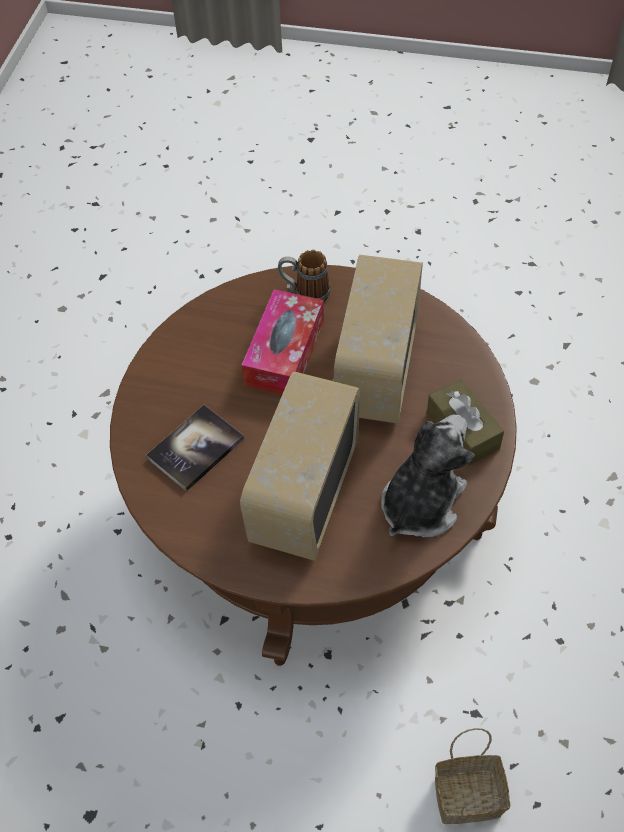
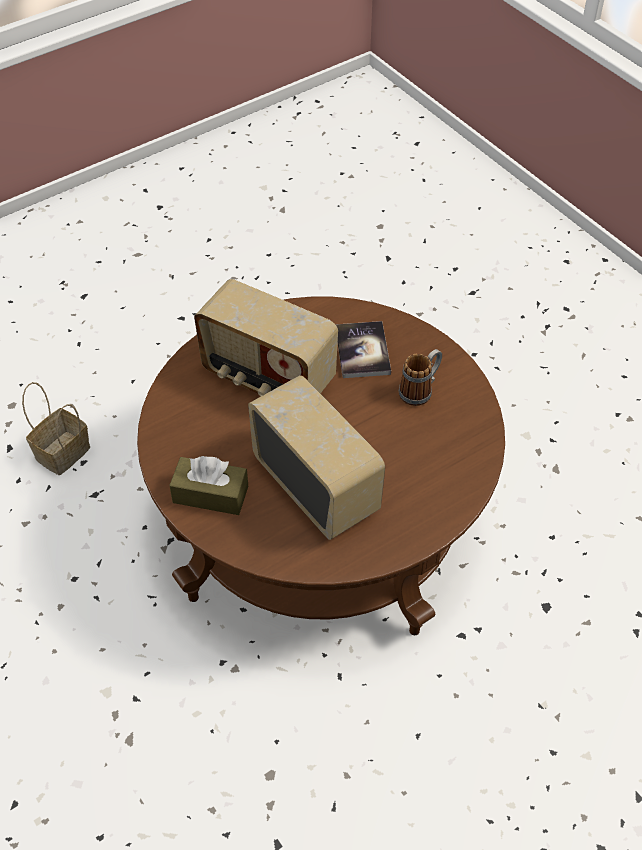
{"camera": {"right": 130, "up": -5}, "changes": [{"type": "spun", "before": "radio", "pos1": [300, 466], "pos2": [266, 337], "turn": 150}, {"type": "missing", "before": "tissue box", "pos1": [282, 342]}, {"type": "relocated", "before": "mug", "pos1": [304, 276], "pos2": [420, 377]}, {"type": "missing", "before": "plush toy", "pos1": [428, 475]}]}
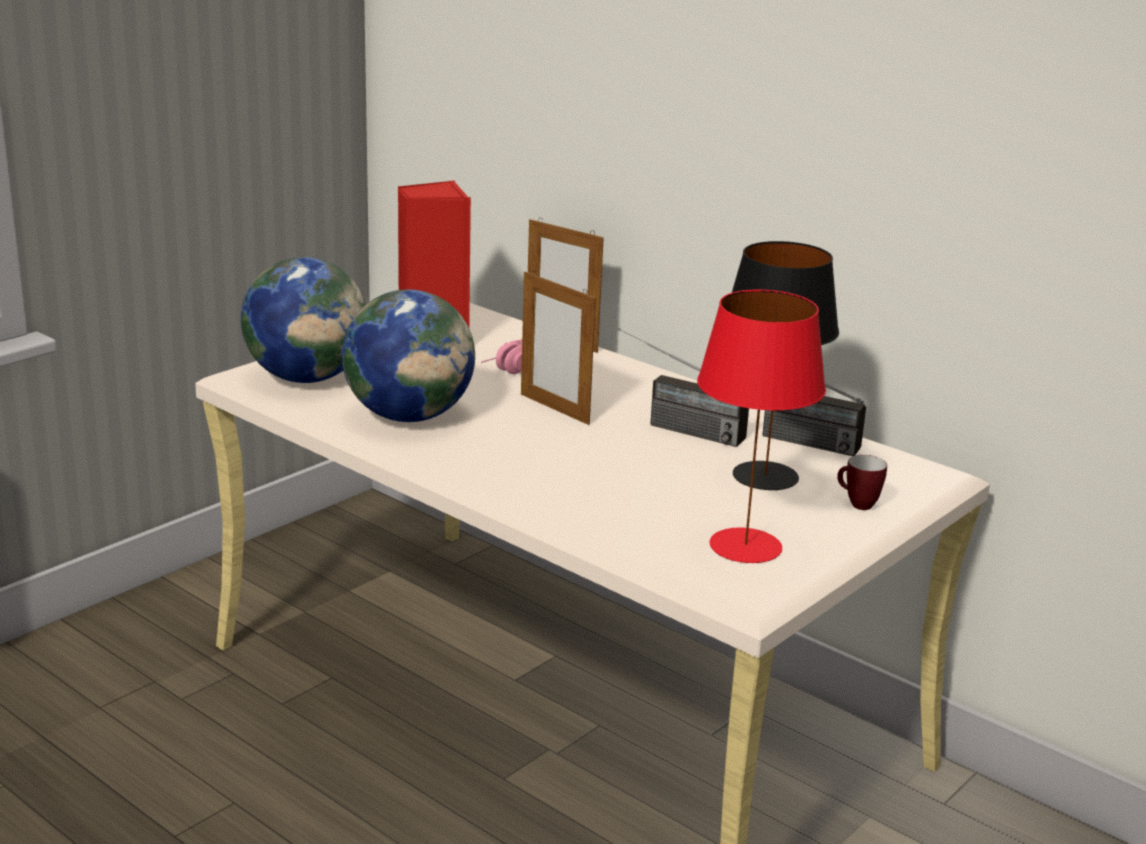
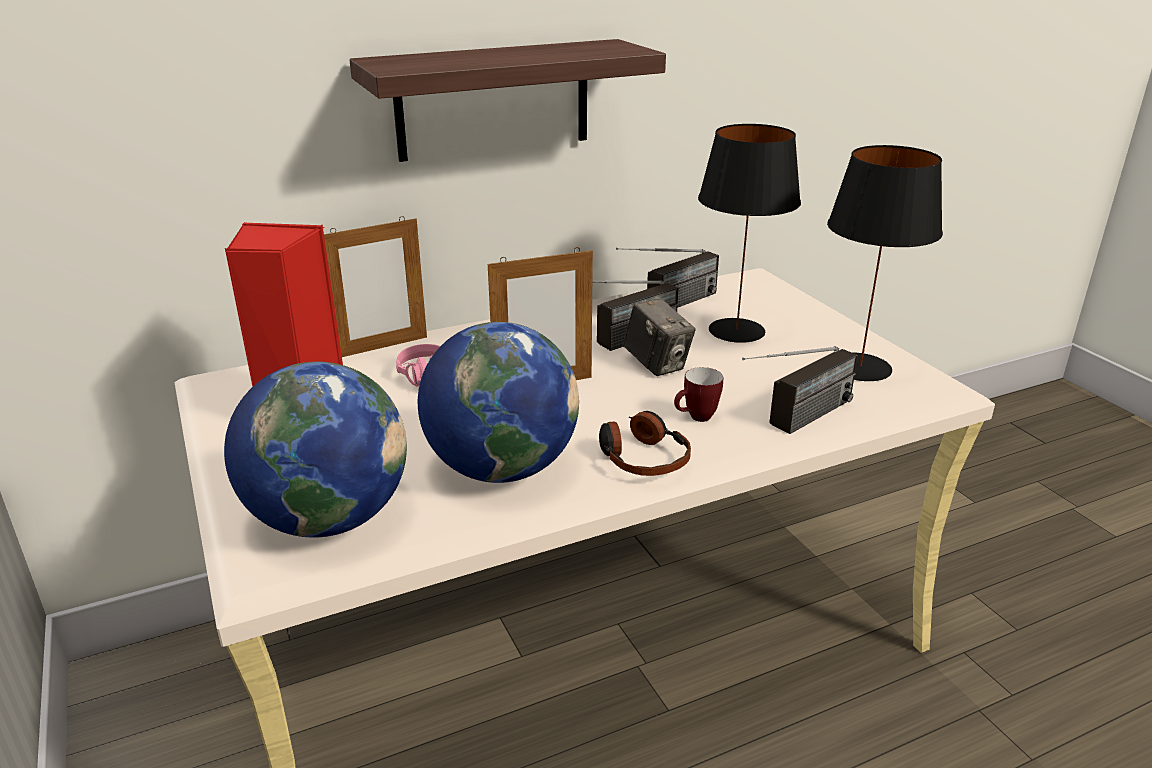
{"camera": {"right": -65, "up": 5}, "changes": [{"type": "colour", "before": "table lamp/red-coloured", "after": "table lamp/black", "pos1": [761, 426], "pos2": [885, 263]}, {"type": "relocated", "before": "mug", "pos1": [862, 482], "pos2": [698, 394]}, {"type": "appeared", "after": "bracket shelf", "pos2": [508, 100]}, {"type": "appeared", "after": "headphones", "pos2": [645, 443]}, {"type": "appeared", "after": "photo camera", "pos2": [659, 337]}, {"type": "appeared", "after": "radio", "pos2": [800, 390]}]}
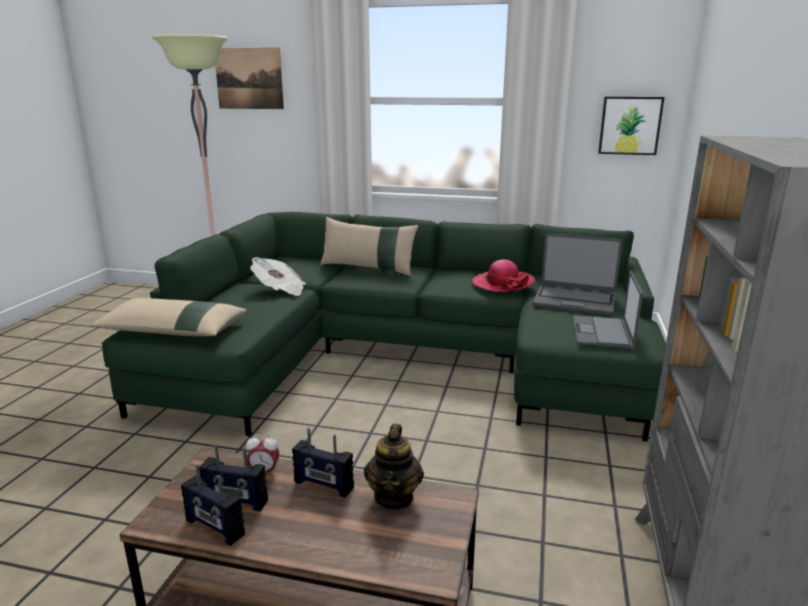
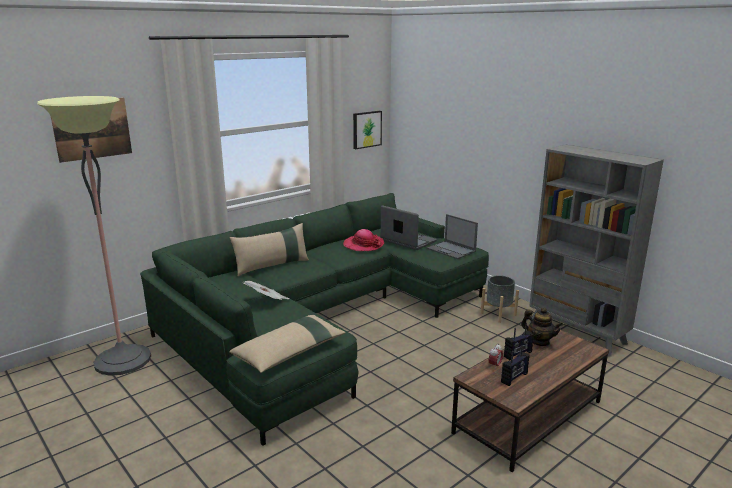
{"camera": {"right": -55, "up": 0}, "changes": [{"type": "missing", "before": "radio", "pos1": [213, 505]}, {"type": "spun", "before": "portable computer", "pos1": [577, 274], "pos2": [409, 227], "turn": -105}, {"type": "appeared", "after": "flower pot/greyish", "pos2": [500, 299]}]}
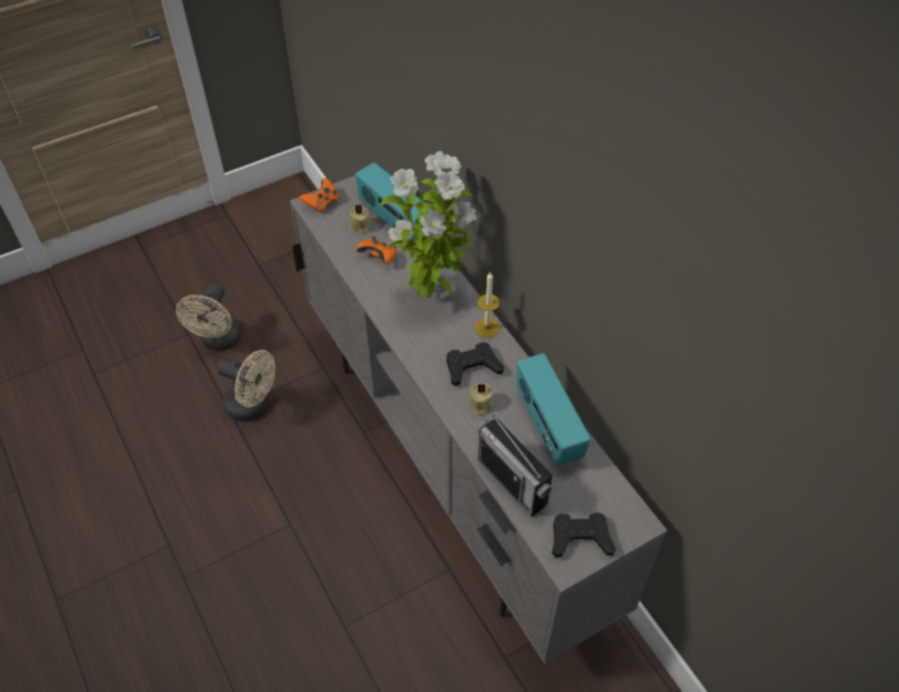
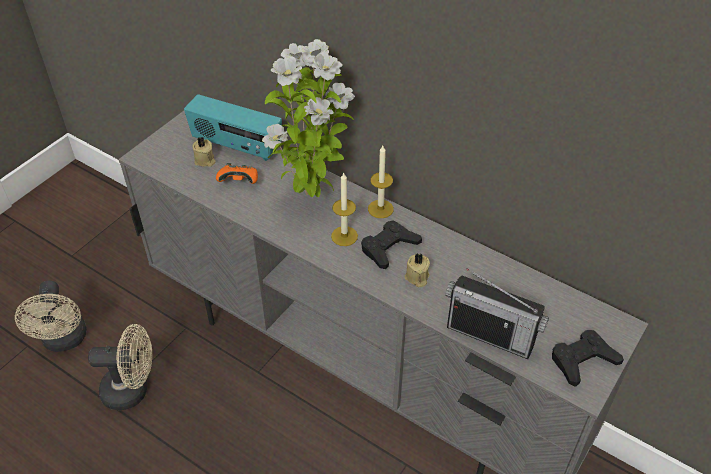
{"camera": {"right": -25, "up": -5}, "changes": [{"type": "missing", "before": "joypad/orangey", "pos1": [319, 195]}, {"type": "missing", "before": "radio", "pos1": [554, 409]}, {"type": "appeared", "after": "wax candle", "pos2": [344, 209]}]}
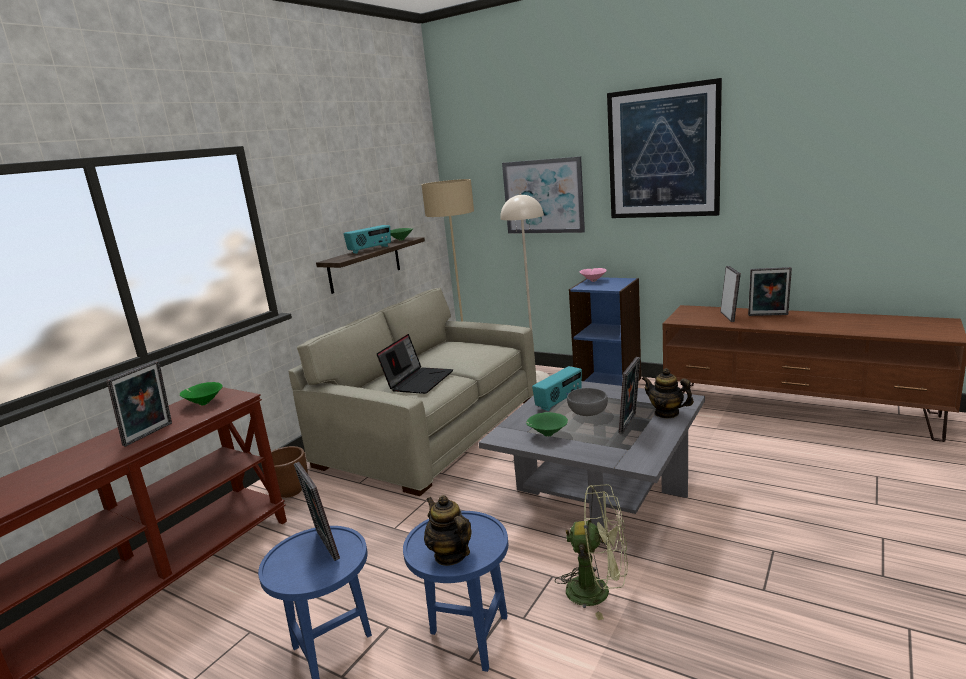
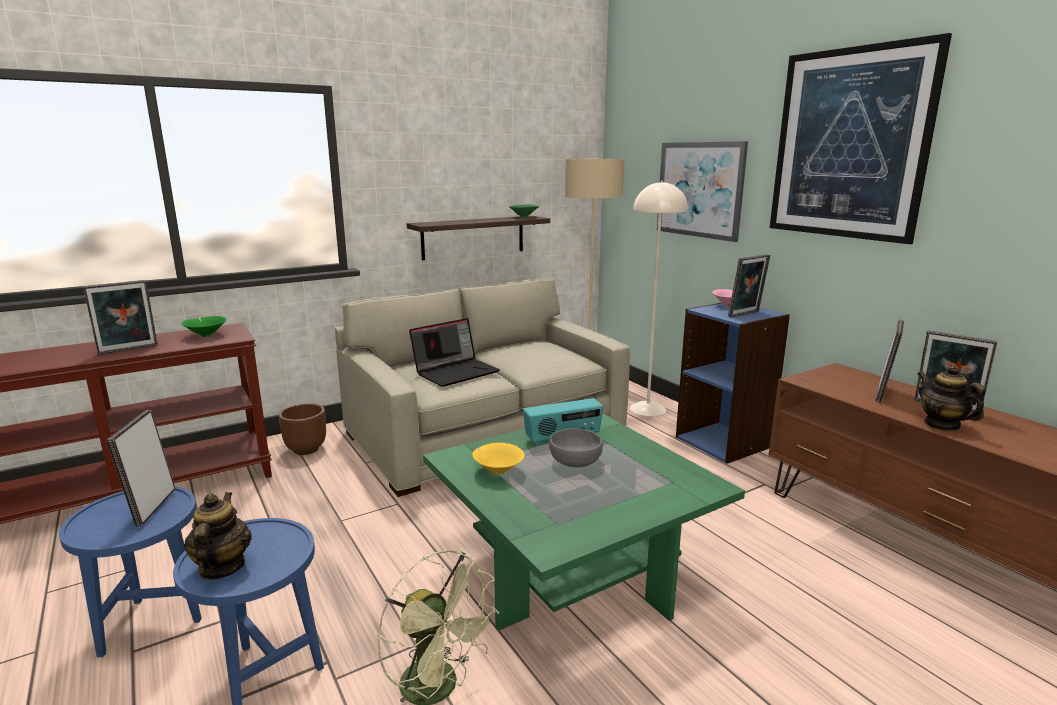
{"camera": {"right": 25, "up": 0}, "changes": [{"type": "missing", "before": "radio", "pos1": [367, 239]}, {"type": "colour", "before": "low table/greyish", "after": "low table/greenish", "pos1": [591, 455], "pos2": [584, 522]}, {"type": "colour", "before": "deep dish/greenish", "after": "deep dish/yellowish", "pos1": [547, 424], "pos2": [498, 459]}, {"type": "relocated", "before": "standing frame", "pos1": [629, 395], "pos2": [749, 286]}, {"type": "relocated", "before": "pot for tea", "pos1": [668, 393], "pos2": [952, 398]}]}
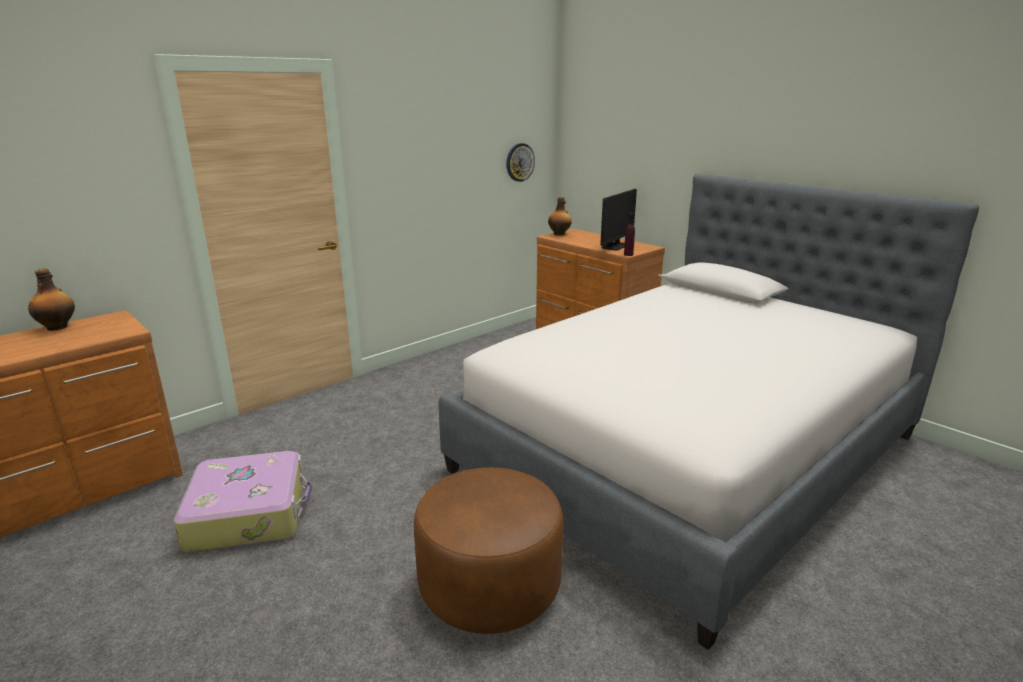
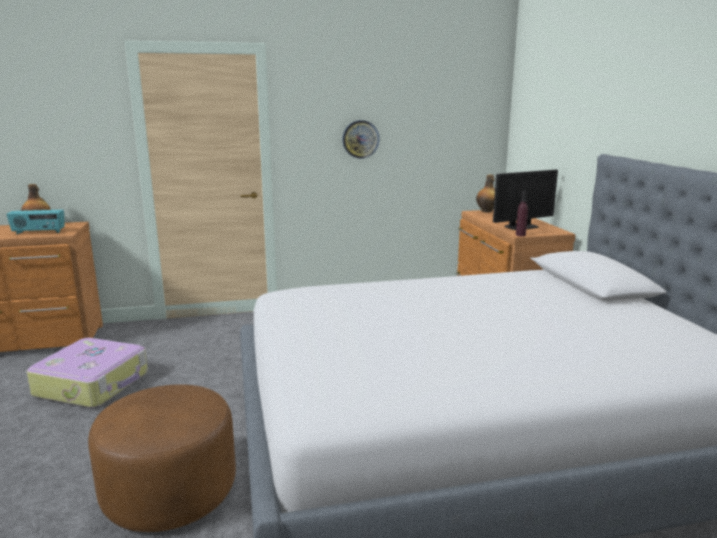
{"camera": {"right": 30, "up": -5}, "changes": [{"type": "relocated", "before": "clock on the wall", "pos1": [520, 162], "pos2": [361, 139]}, {"type": "appeared", "after": "radio", "pos2": [35, 222]}]}
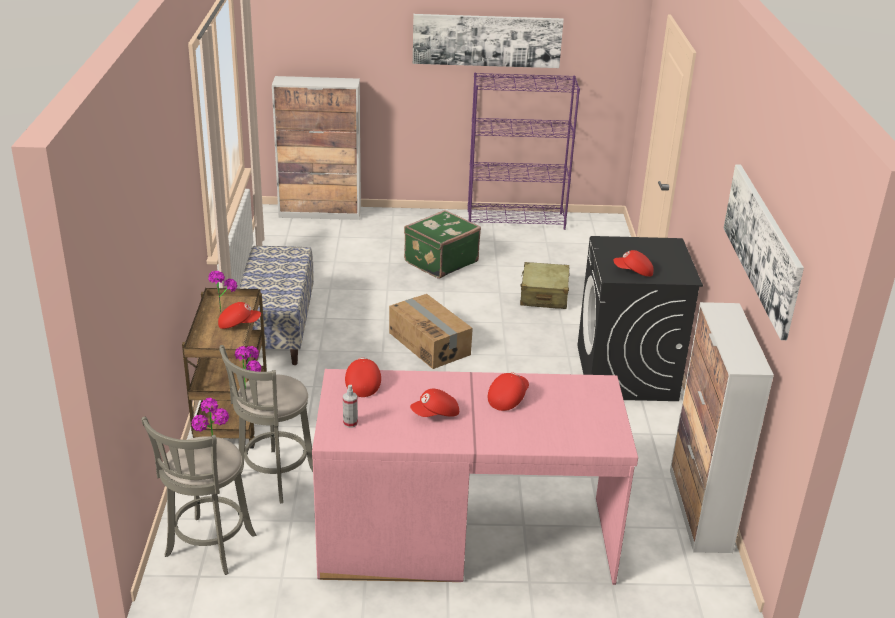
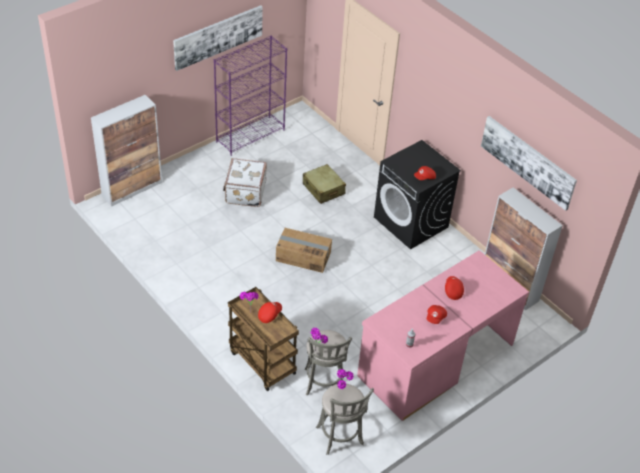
{"camera": {"right": -40, "up": 15}, "changes": [{"type": "missing", "before": "bench", "pos1": [276, 305]}, {"type": "missing", "before": "peaked cap/red-coloured", "pos1": [363, 377]}, {"type": "colour", "before": "travel case/greenish", "after": "travel case/white-coloured", "pos1": [442, 244], "pos2": [245, 182]}]}
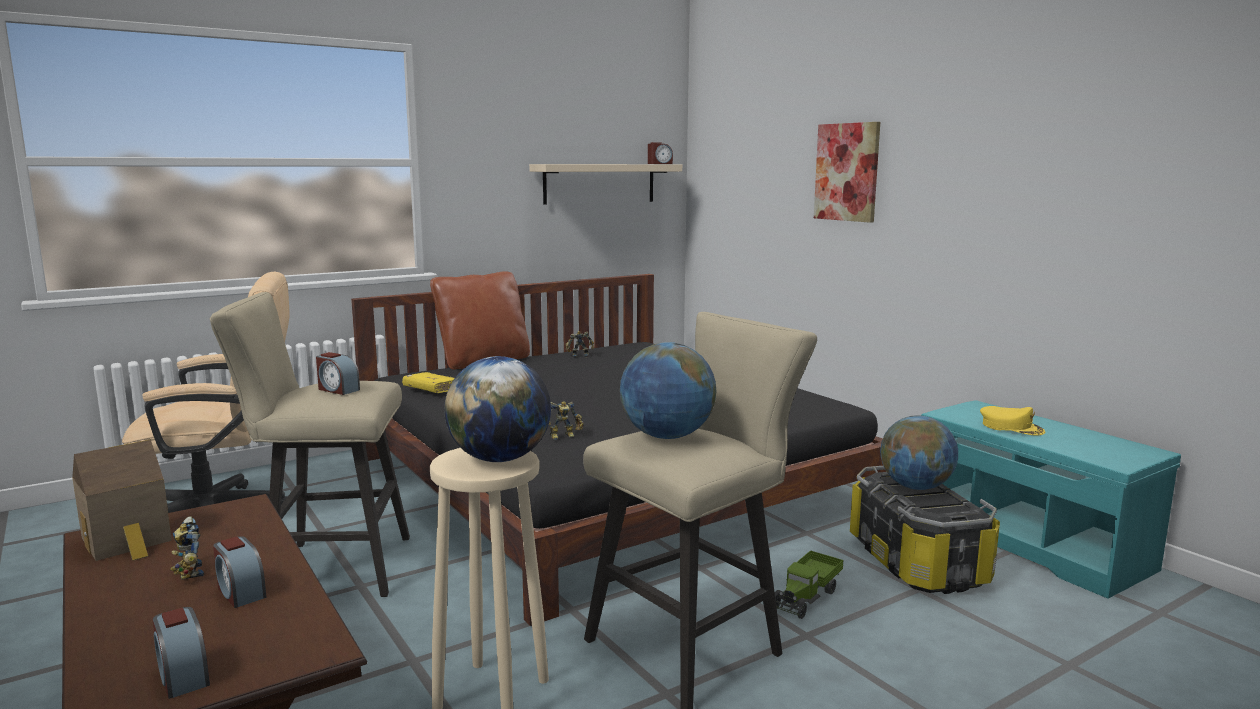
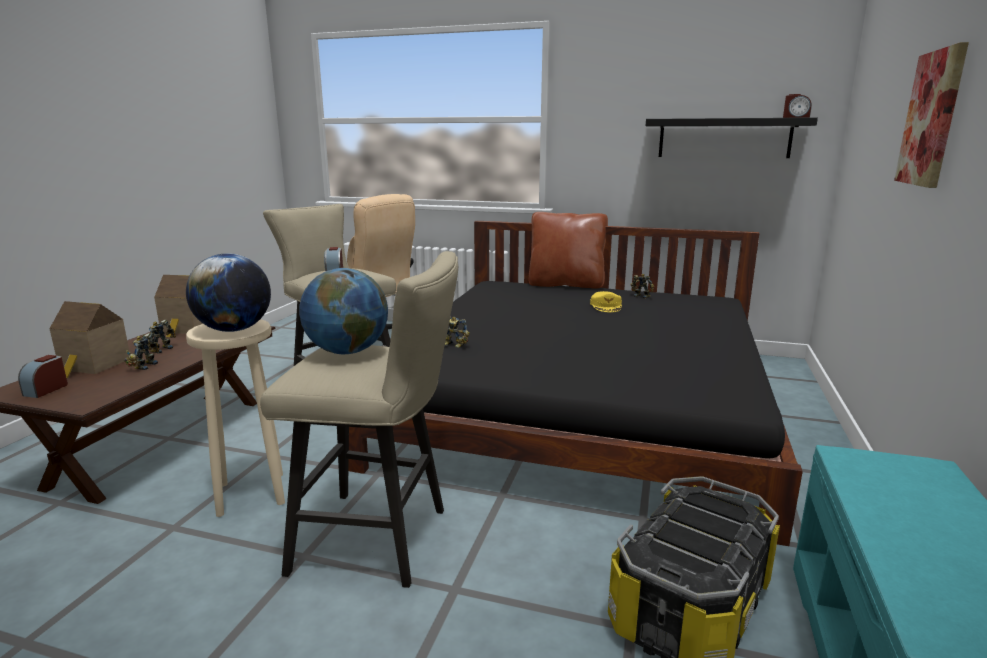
{"camera": {"right": 50, "up": 5}, "changes": [{"type": "exchanged", "before": "alarm clock", "after": "robot figure", "pos1": [240, 572], "pos2": [142, 351]}, {"type": "missing", "before": "bound book/yellowish", "pos1": [428, 382]}, {"type": "colour", "before": "bracket shelf/sand-coloured", "after": "bracket shelf/black", "pos1": [605, 184], "pos2": [732, 138]}, {"type": "missing", "before": "toy lorry", "pos1": [809, 584]}, {"type": "missing", "before": "globe", "pos1": [919, 453]}, {"type": "relocated", "before": "peaked cap/yellowish", "pos1": [1012, 421], "pos2": [606, 301]}, {"type": "appeared", "after": "miniature house", "pos2": [89, 339]}]}
